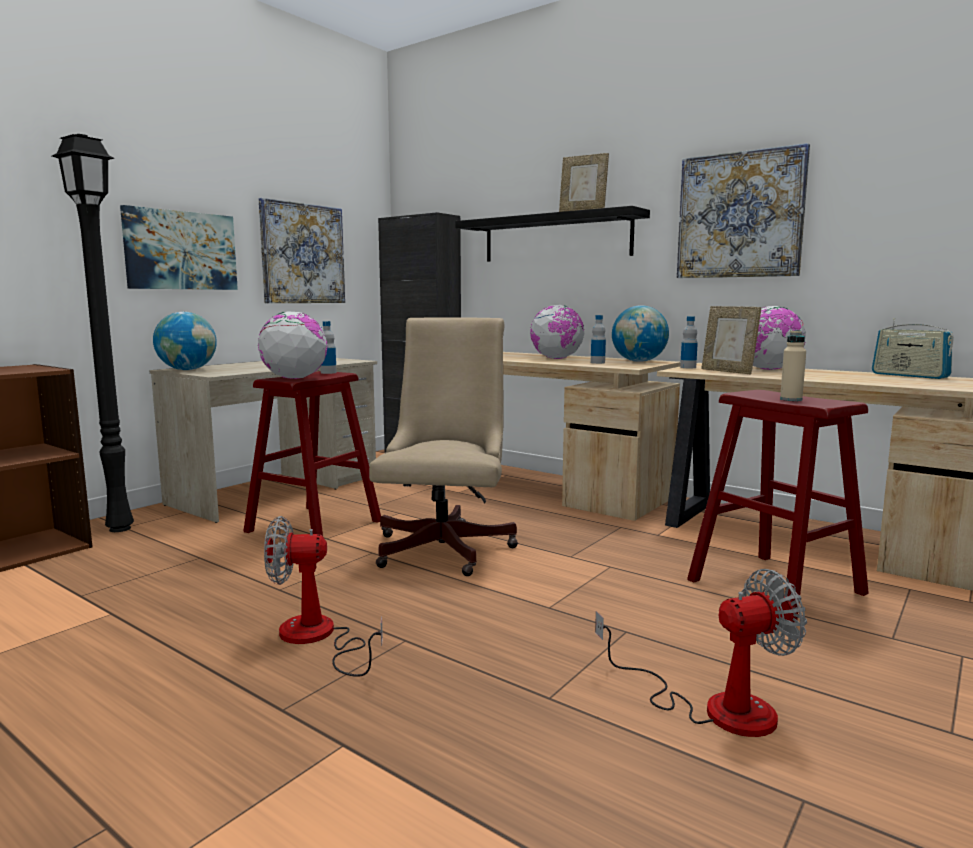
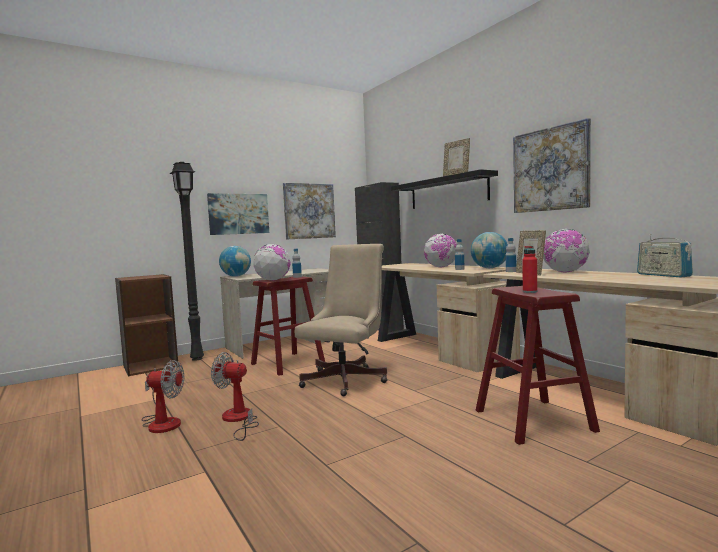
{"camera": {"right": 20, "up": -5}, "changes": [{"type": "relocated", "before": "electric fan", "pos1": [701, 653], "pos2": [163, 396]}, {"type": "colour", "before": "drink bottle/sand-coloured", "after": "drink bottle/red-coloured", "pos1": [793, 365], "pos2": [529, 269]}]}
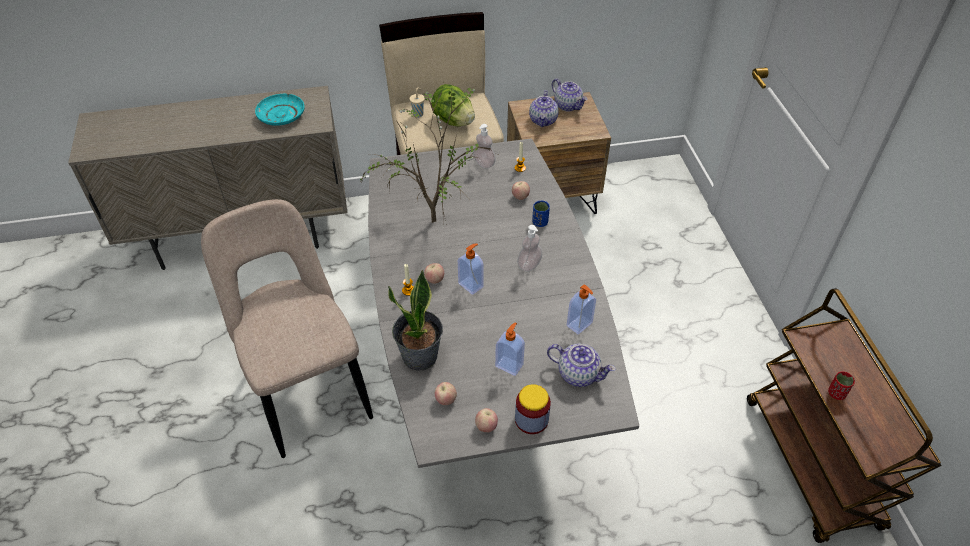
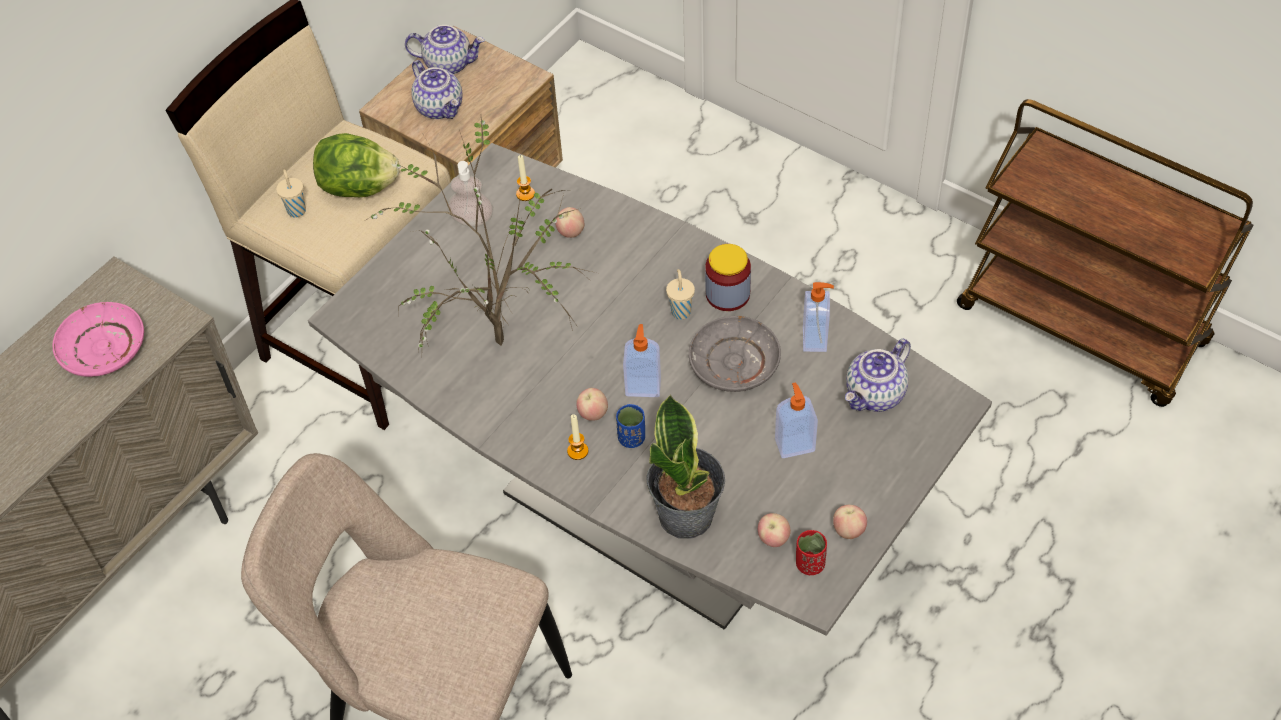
{"camera": {"right": -40, "up": 5}, "changes": [{"type": "colour", "before": "dinner plate/blue-green", "after": "dinner plate/pinkish", "pos1": [280, 110], "pos2": [98, 339]}, {"type": "relocated", "before": "preserve jar", "pos1": [533, 409], "pos2": [728, 277]}, {"type": "exchanged", "before": "soap dispenser", "after": "drinking cup/sand-coloured", "pos1": [529, 248], "pos2": [680, 294]}, {"type": "relocated", "before": "drinking cup/blue", "pos1": [541, 214], "pos2": [630, 426]}, {"type": "spun", "before": "pot for tea", "pos1": [581, 365], "pos2": [878, 375], "turn": 150}, {"type": "relocated", "before": "drinking cup/red-coloured", "pos1": [841, 385], "pos2": [811, 552]}, {"type": "appeared", "after": "dinner plate/greyish", "pos2": [735, 354]}]}
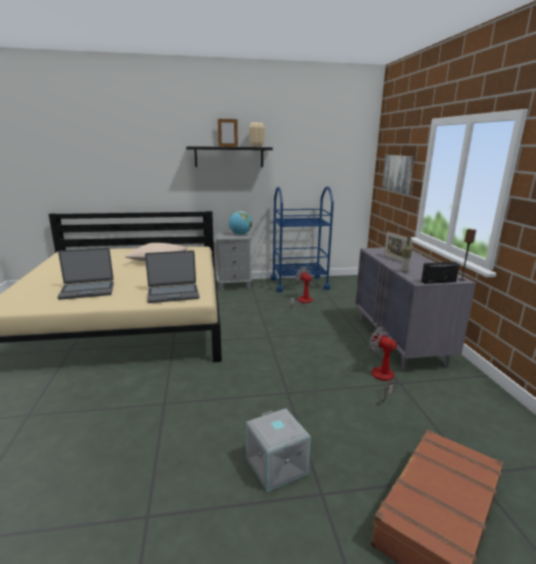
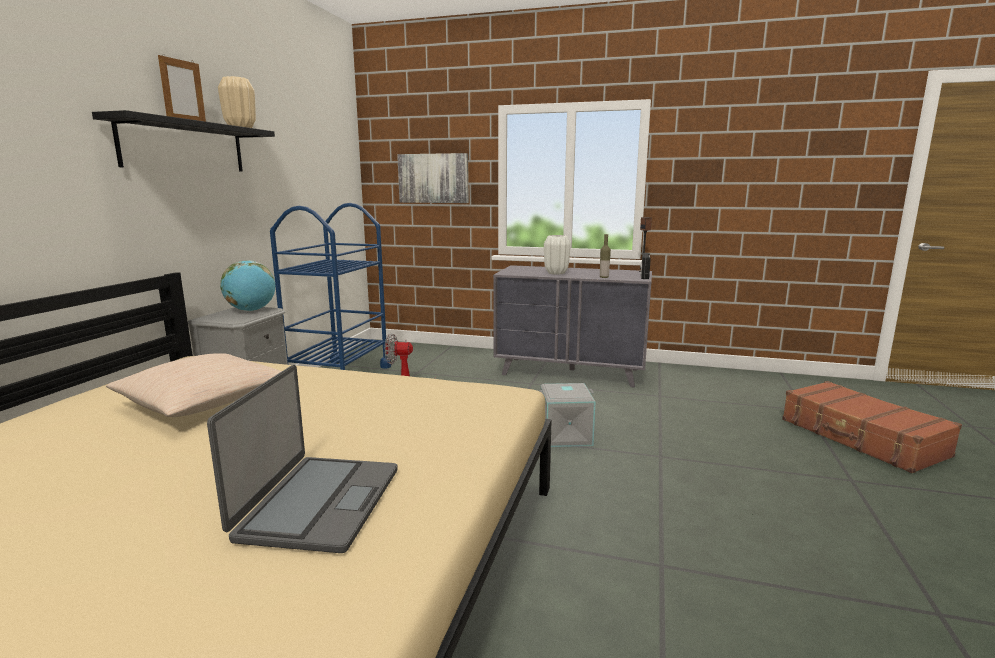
{"camera": {"right": -65, "up": -5}, "changes": [{"type": "missing", "before": "portable computer", "pos1": [172, 276]}, {"type": "relocated", "before": "storage box/greyish", "pos1": [278, 450], "pos2": [568, 415]}, {"type": "missing", "before": "electric fan", "pos1": [383, 364]}, {"type": "exchanged", "before": "standing frame", "after": "vase/white-coloured", "pos1": [398, 246], "pos2": [557, 255]}]}
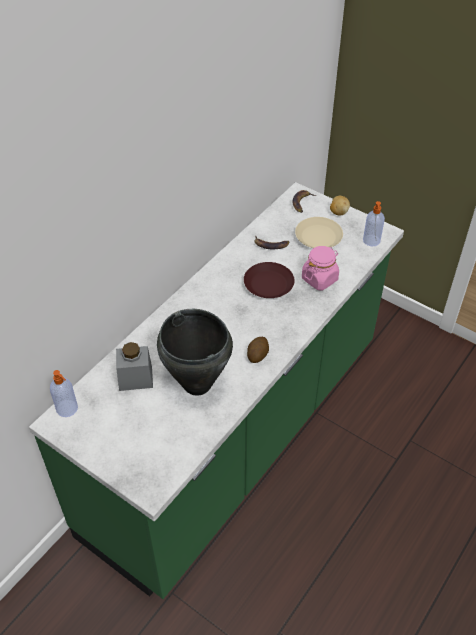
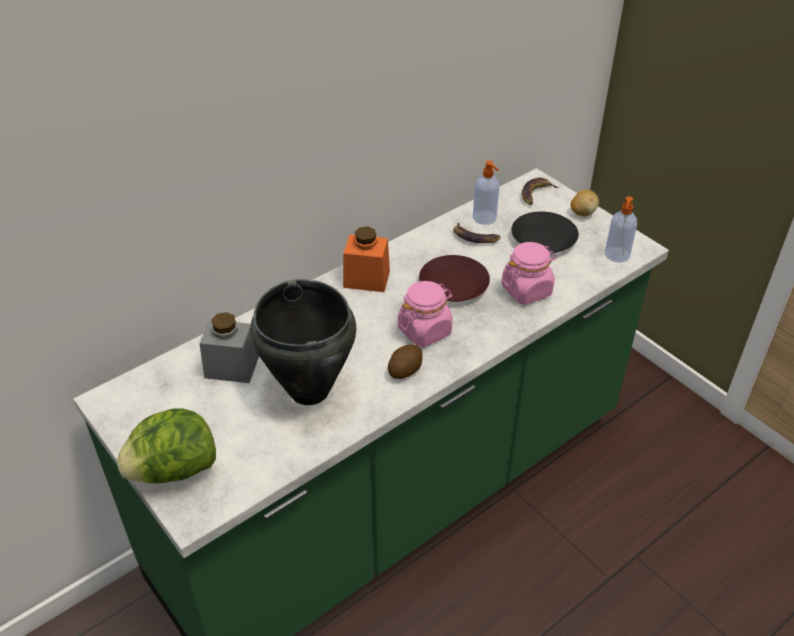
{"camera": {"right": 15, "up": -5}, "changes": [{"type": "relocated", "before": "soap dispenser", "pos1": [64, 393], "pos2": [486, 193]}, {"type": "colour", "before": "dinner plate/sand-coloured", "after": "dinner plate/black", "pos1": [319, 232], "pos2": [545, 232]}, {"type": "appeared", "after": "lettuce", "pos2": [166, 446]}, {"type": "appeared", "after": "preserve jar/orangey", "pos2": [366, 259]}, {"type": "appeared", "after": "preserve jar/pinkish", "pos2": [425, 314]}]}
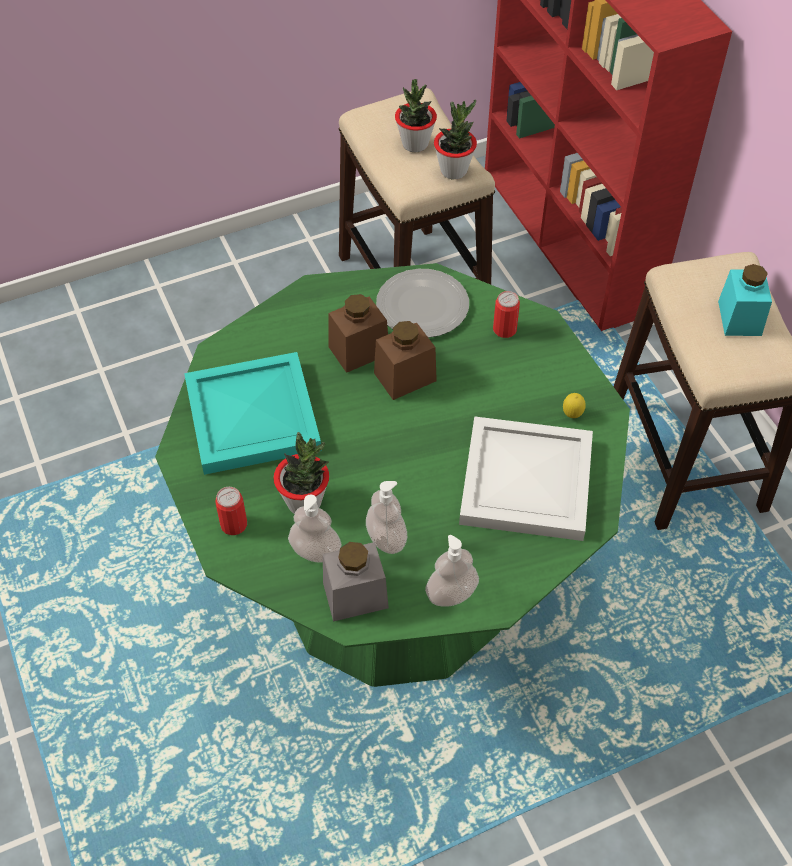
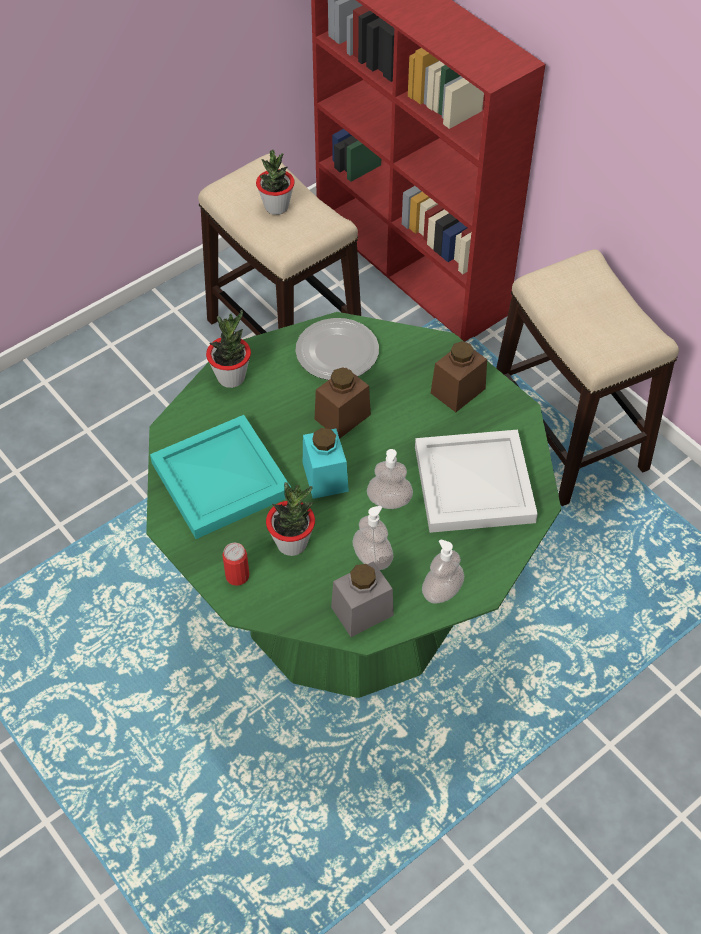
{"camera": {"right": -15, "up": 0}, "changes": [{"type": "relocated", "before": "soap dispenser", "pos1": [315, 528], "pos2": [390, 479]}, {"type": "relocated", "before": "preserve jar/brown", "pos1": [358, 333], "pos2": [459, 376]}, {"type": "relocated", "before": "potted plant", "pos1": [455, 139], "pos2": [228, 349]}, {"type": "missing", "before": "can", "pos1": [506, 314]}, {"type": "missing", "before": "citrus fruit", "pos1": [574, 405]}, {"type": "relocated", "before": "preserve jar/blue-green", "pos1": [745, 300], "pos2": [326, 463]}]}
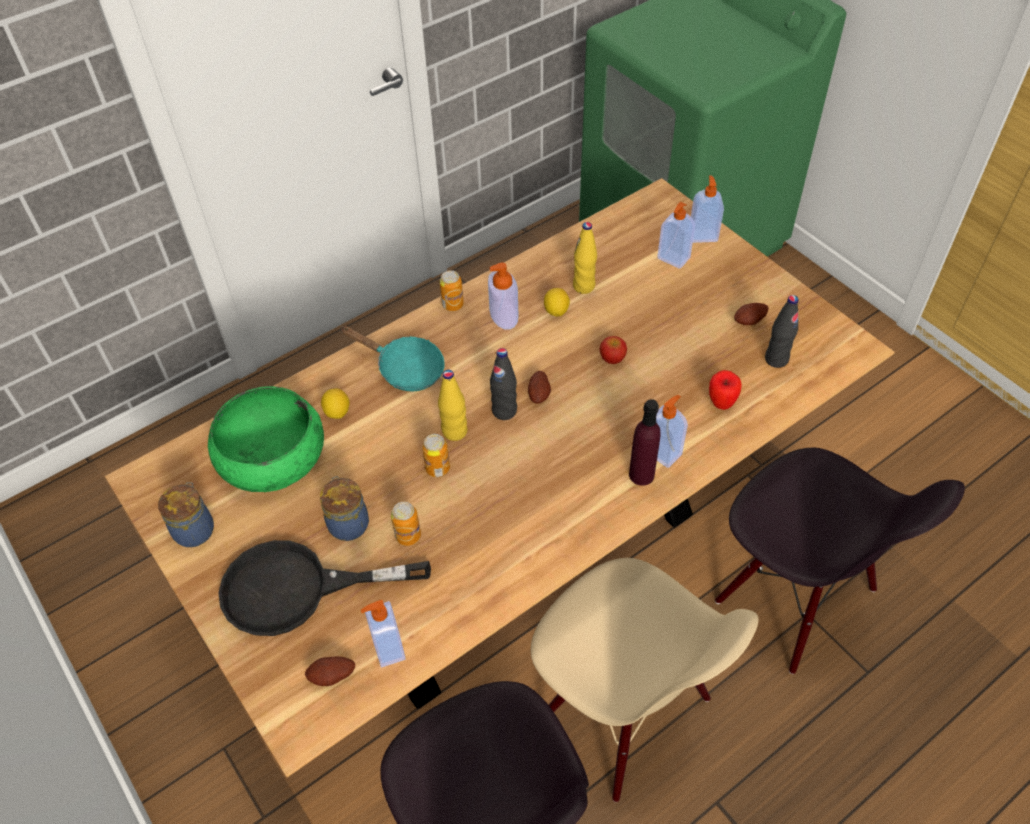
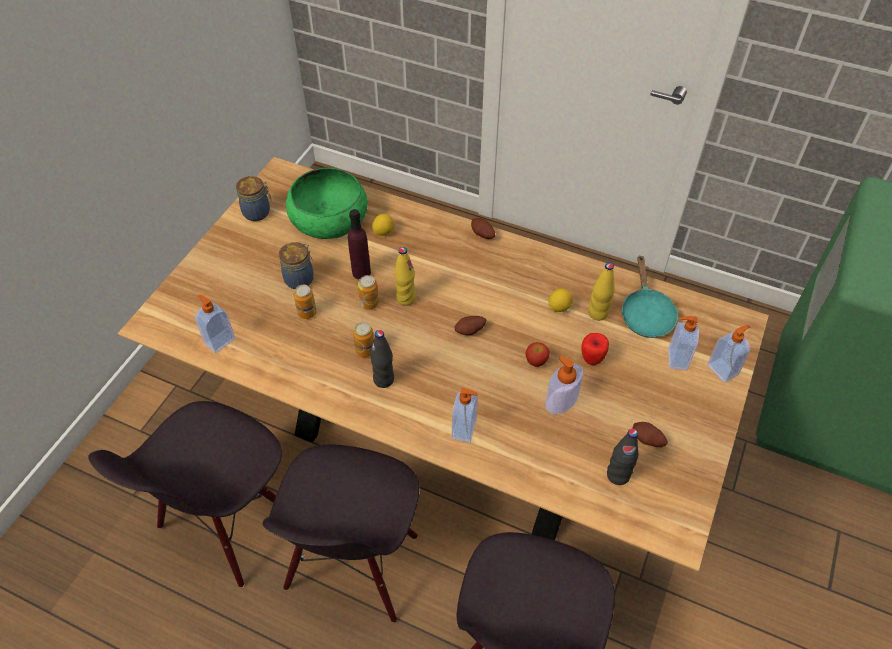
{"camera": {"right": 60, "up": 0}, "changes": [{"type": "missing", "before": "pan/black", "pos1": [324, 588]}, {"type": "relocated", "before": "potato", "pos1": [330, 671], "pos2": [483, 228]}, {"type": "relocated", "before": "pan/blue-green", "pos1": [392, 359], "pos2": [649, 296]}, {"type": "relocated", "before": "can", "pos1": [452, 290], "pos2": [363, 339]}, {"type": "relocated", "before": "soap dispenser", "pos1": [503, 295], "pos2": [564, 385]}, {"type": "relocated", "before": "drink bottle/black", "pos1": [503, 384], "pos2": [382, 359]}, {"type": "colour", "before": "plain chair/sand-coloured", "after": "plain chair/black", "pos1": [644, 680], "pos2": [341, 533]}, {"type": "relocated", "before": "drink bottle/purple-coloured", "pos1": [645, 442], "pos2": [359, 244]}, {"type": "relocated", "before": "apple fruit", "pos1": [725, 390], "pos2": [595, 349]}]}
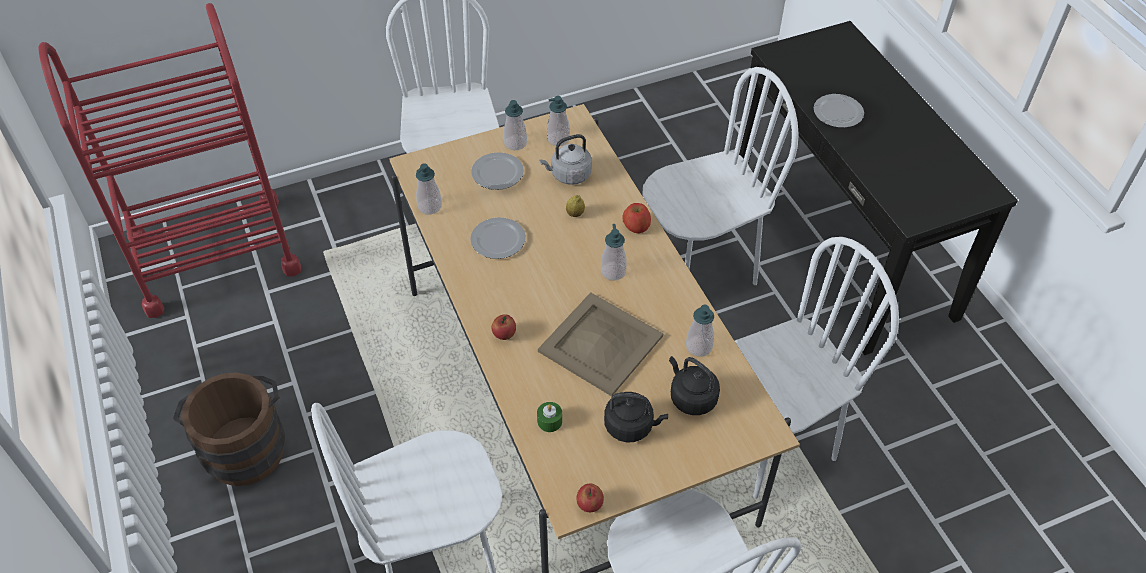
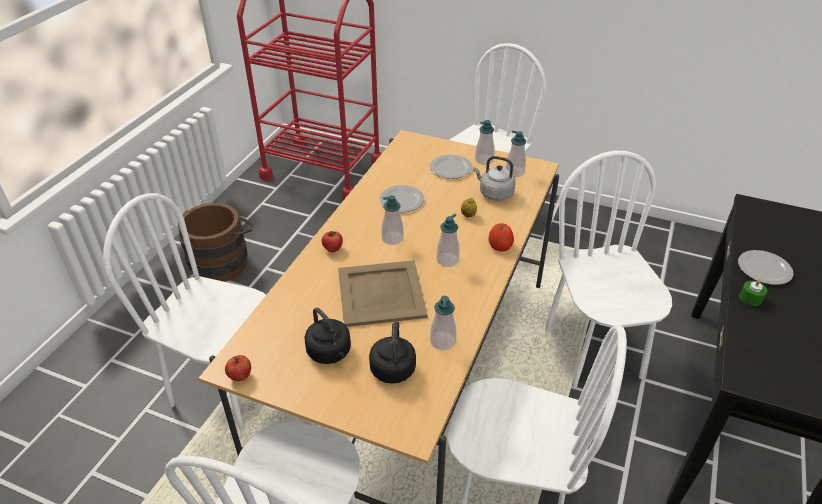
{"camera": {"right": 45, "up": -10}, "changes": [{"type": "relocated", "before": "soap dispenser", "pos1": [429, 189], "pos2": [393, 220]}, {"type": "relocated", "before": "wax candle/greenish", "pos1": [549, 417], "pos2": [753, 292]}, {"type": "spun", "before": "plain chair/white-coloured", "pos1": [720, 176], "pos2": [608, 269], "turn": -120}]}
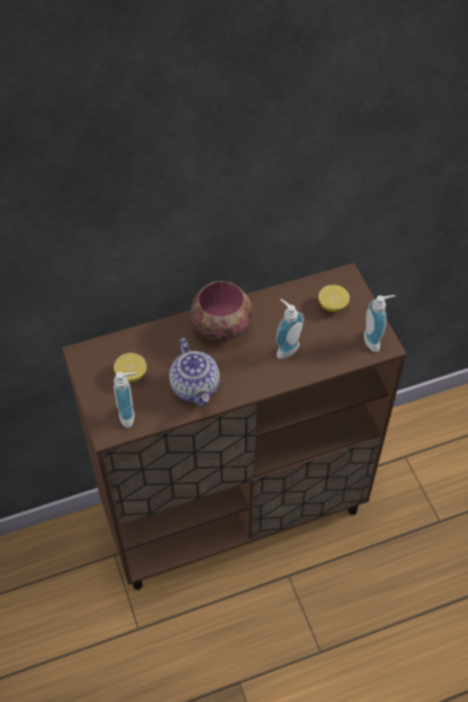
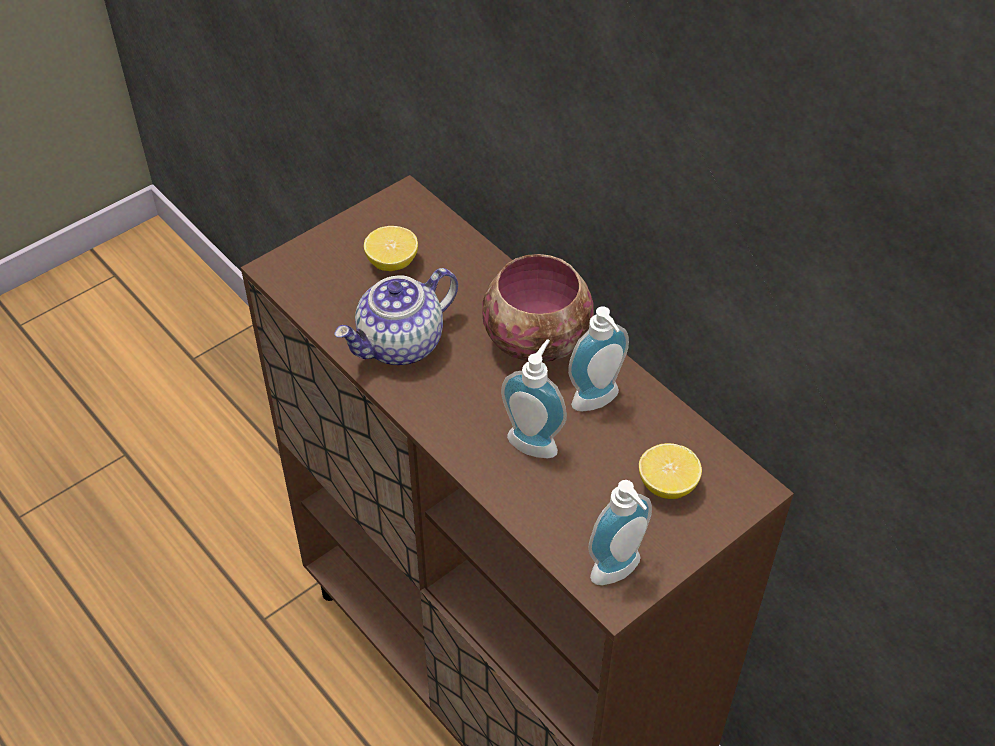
{"camera": {"right": 70, "up": -5}, "changes": [{"type": "relocated", "before": "soap dispenser", "pos1": [125, 400], "pos2": [598, 359]}]}
